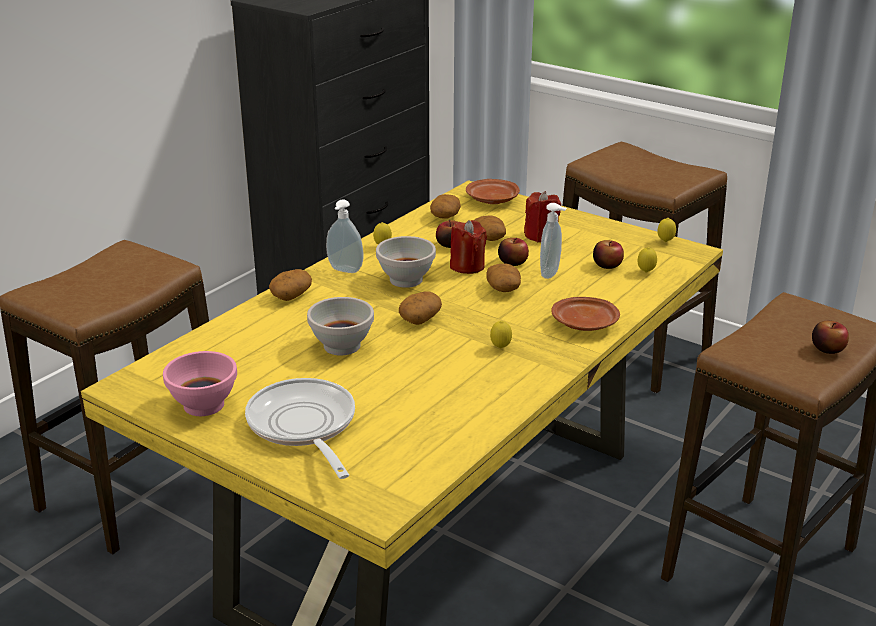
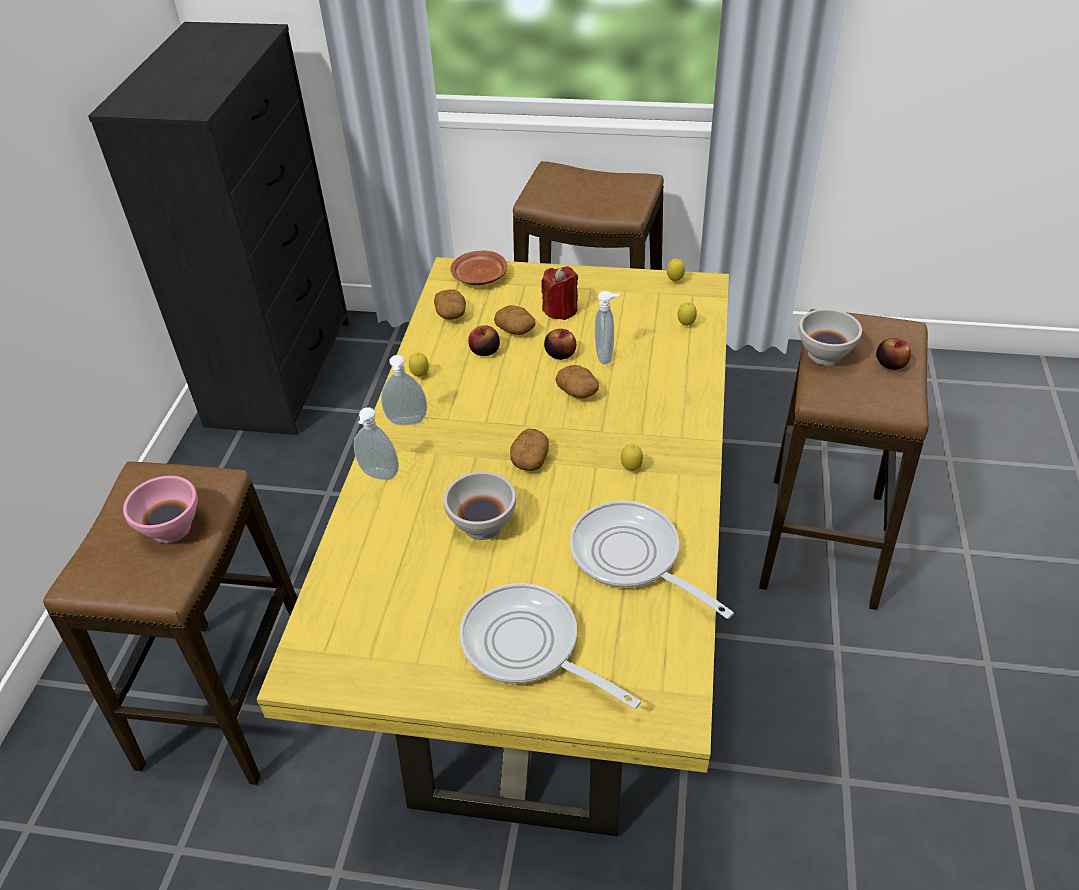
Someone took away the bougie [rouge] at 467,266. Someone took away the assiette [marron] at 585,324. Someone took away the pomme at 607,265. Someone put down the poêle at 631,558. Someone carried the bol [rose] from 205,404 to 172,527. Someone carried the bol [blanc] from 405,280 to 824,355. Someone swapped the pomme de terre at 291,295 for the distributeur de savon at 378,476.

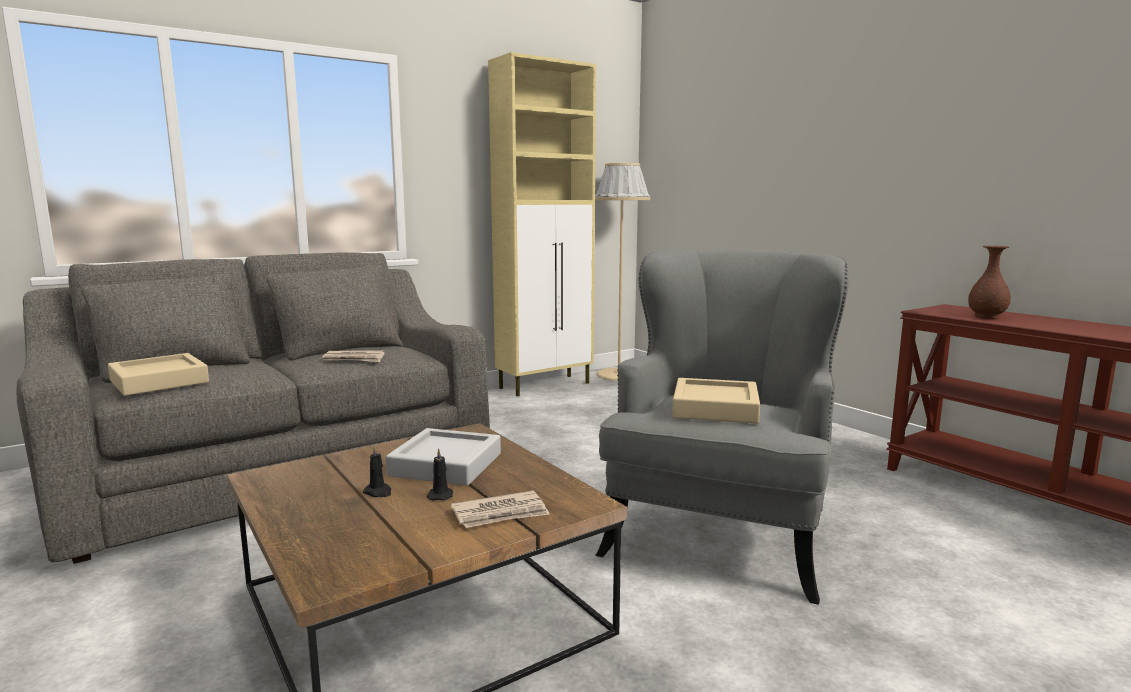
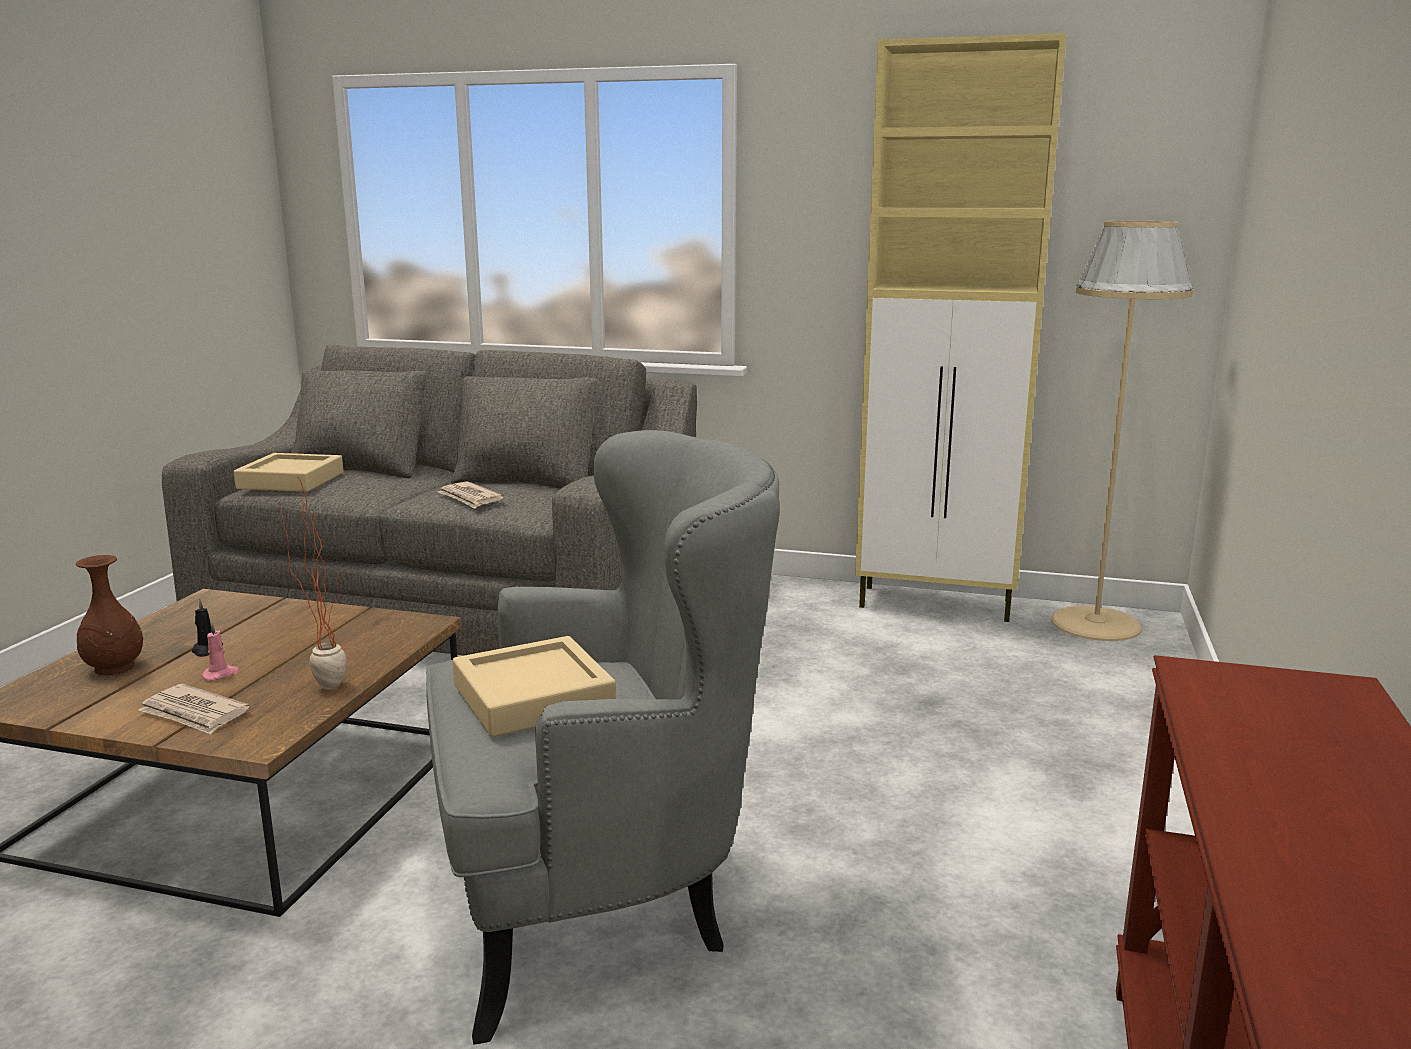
Someone took away the plateau [gris] at 446,465. Someone put down the plante en pot at 326,683. Someone carried the vase [marron] from 987,317 to 114,668. Someone repainted the bougie [noir] at 440,495, which became the bougie [rose] at 221,674.

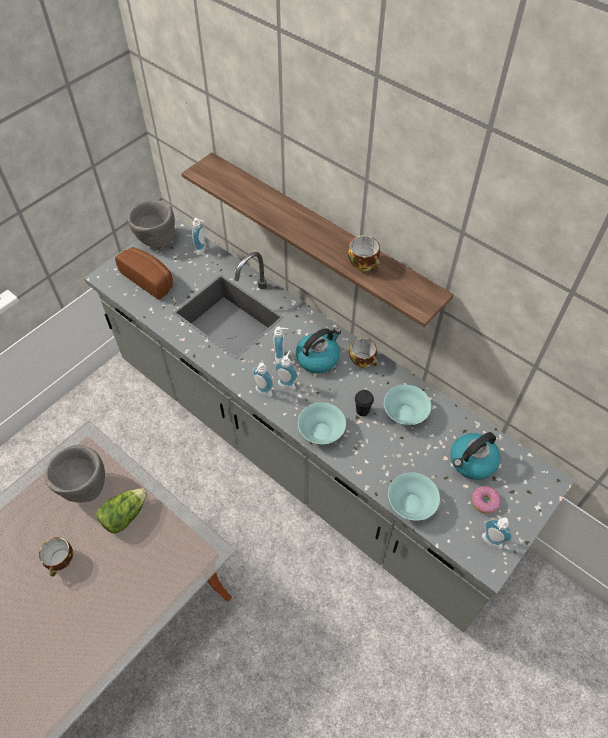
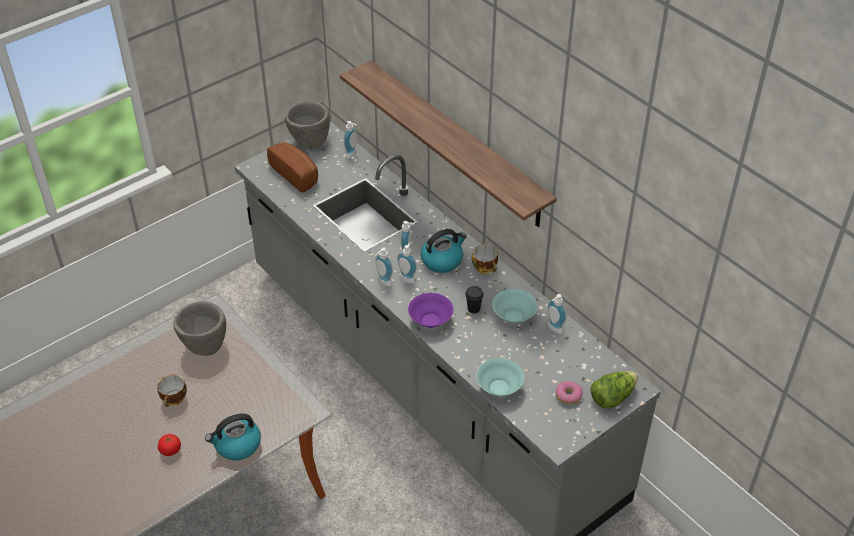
Someone took away the tasse at 364,264. Someone put down the tomate at 170,450. Someone carried the laitue from 124,515 to 612,396. Someone carried the bouilloire from 472,462 to 237,445. Someone carried the distributeur de savon from 490,543 to 553,329. Someone repainted the bol [turquoise] at 322,432, which became the bol [violet] at 431,320.

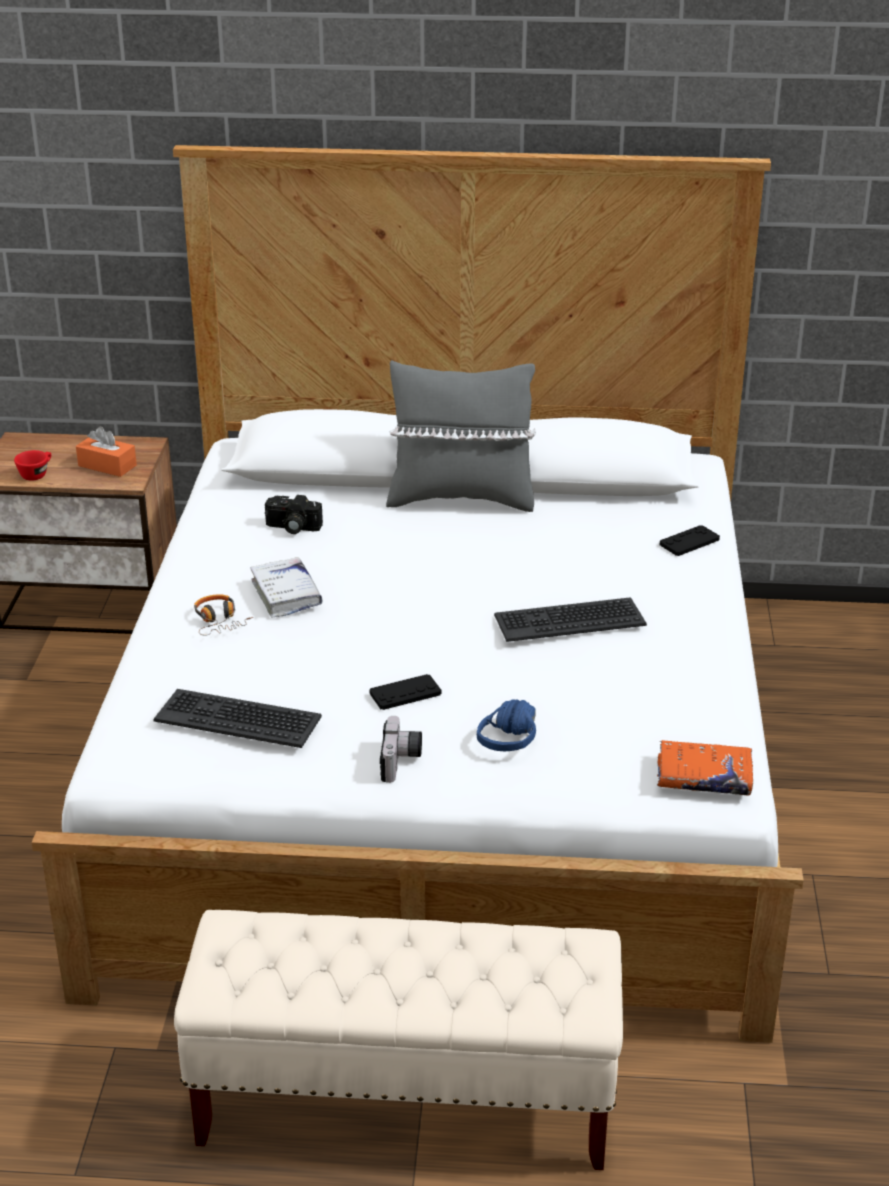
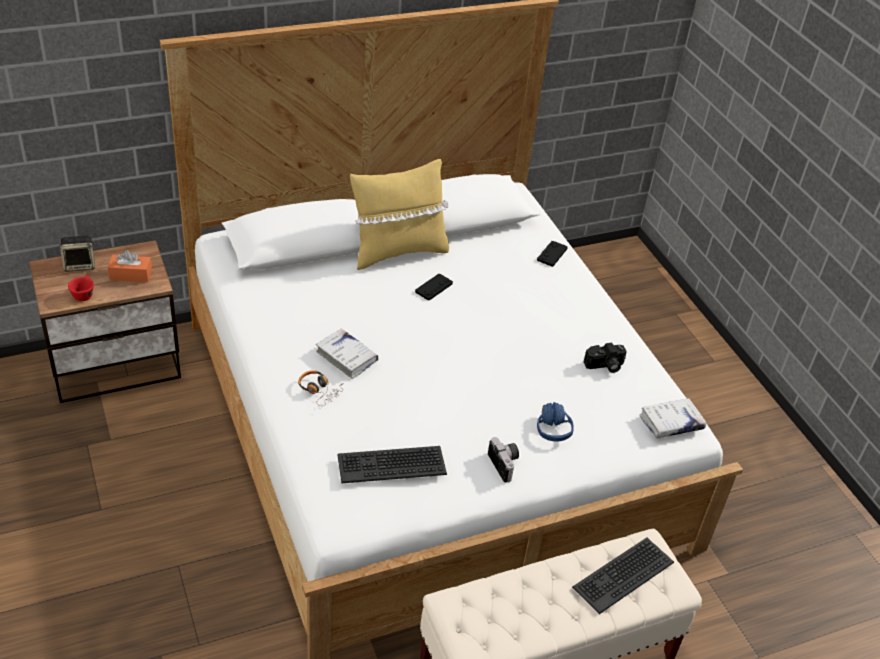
Someone put down the enceinte at 80,265. Someone carried the appareil photo from 292,528 to 604,366. Someone carried the manette [noir] from 405,693 to 433,287. Someone carried the clavier from 569,620 to 622,574. Someone repainted the coussin [gris] at 461,498, which became the coussin [jaune] at 398,252. Someone repainted the livre [orange] at 703,777, which became the livre [blanc] at 671,423.

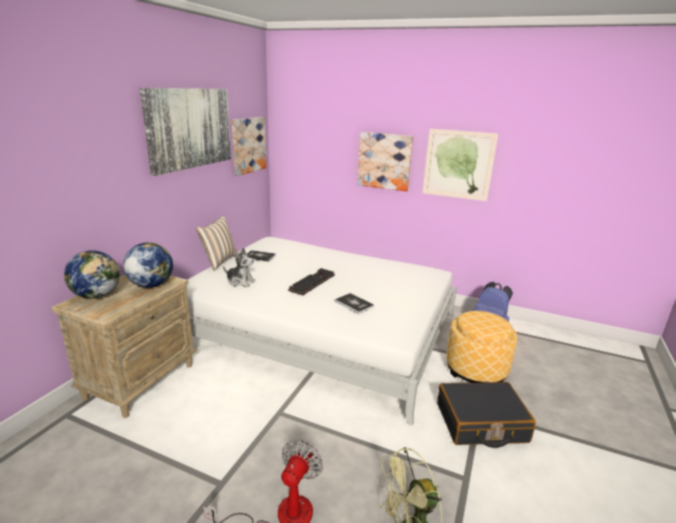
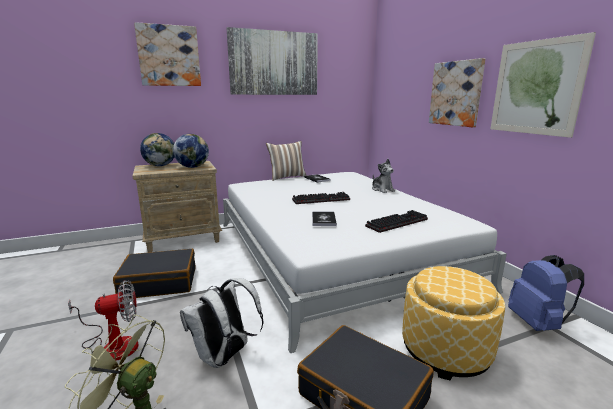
Someone put down the valise [noir] at 159,283. Someone put down the sac à dos [blanc] at 225,357. Someone put down the clavier at 397,222. Someone carried the peluche from 240,282 to 382,189. Someone carried the tableau from 248,145 to 169,56.

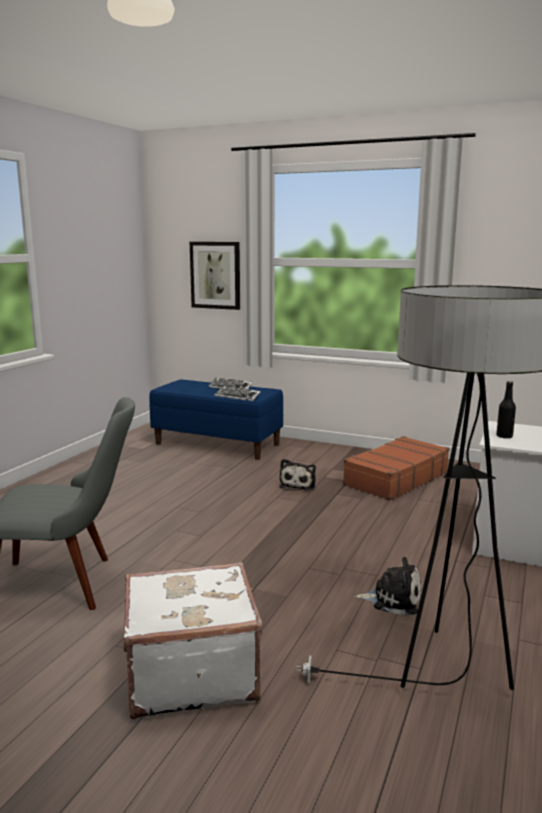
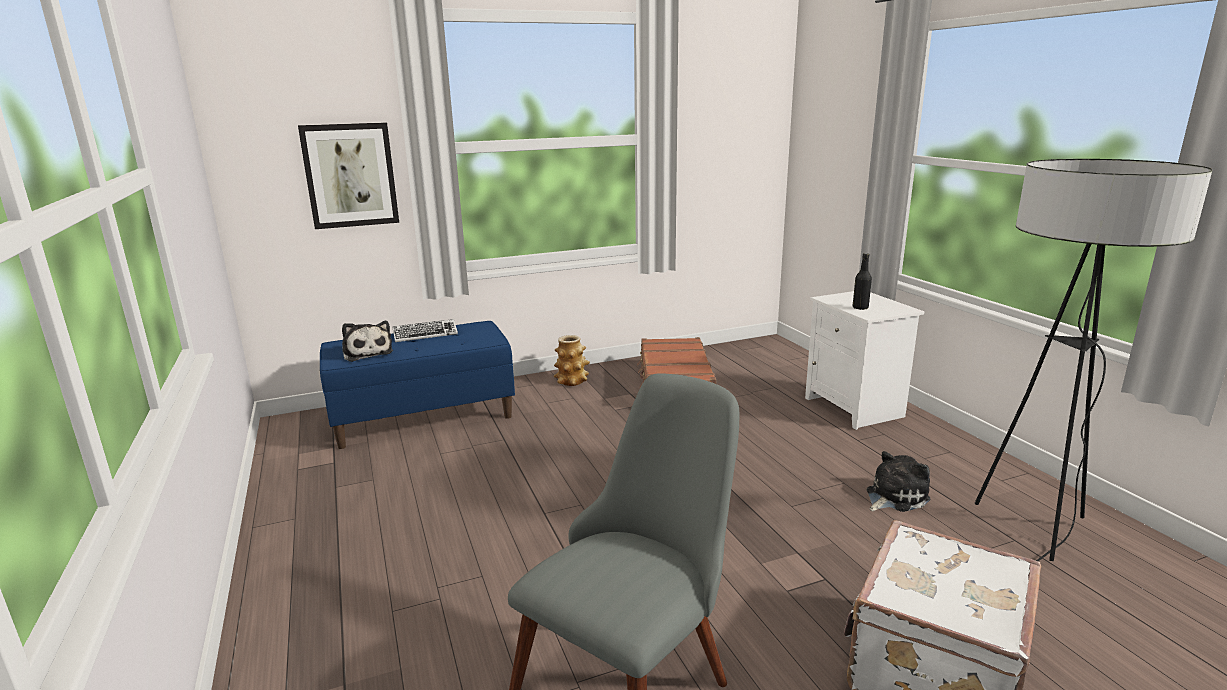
Someone took away the clavier at 237,396. Someone put down the vase at 572,381. Someone carried the peluche from 298,484 to 367,352.

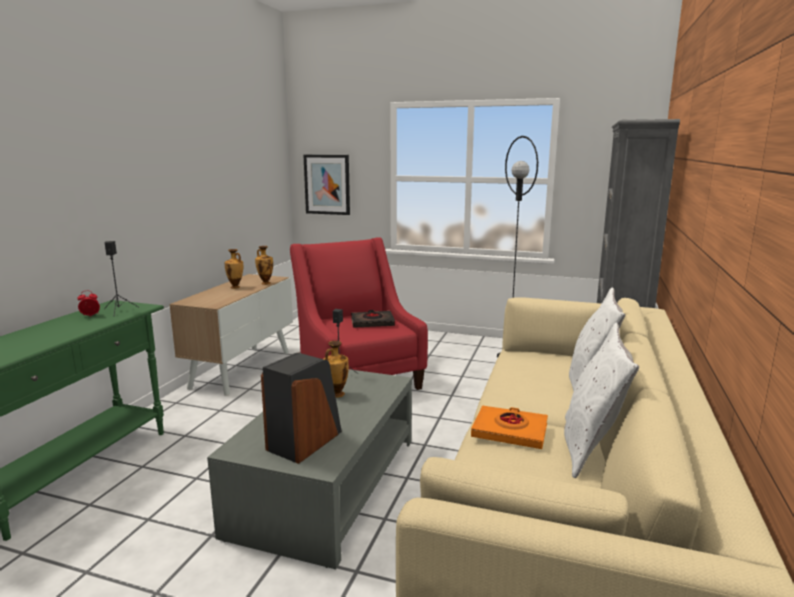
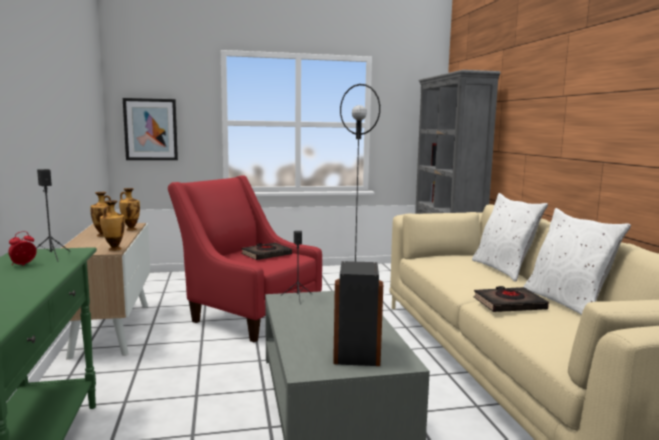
Someone carried the vase from 336,394 to 114,249. Someone repainted the livre [orange] at 510,432, which became the livre [noir] at 509,304.

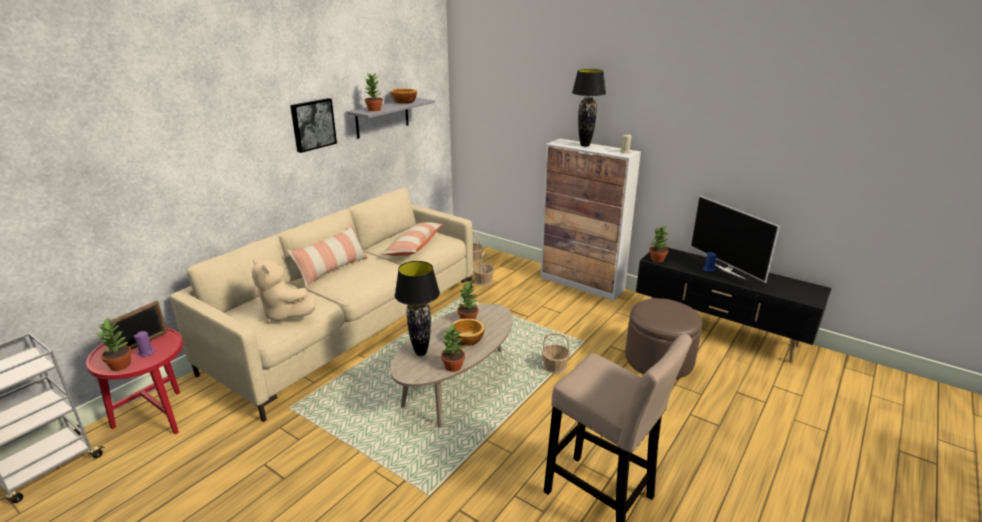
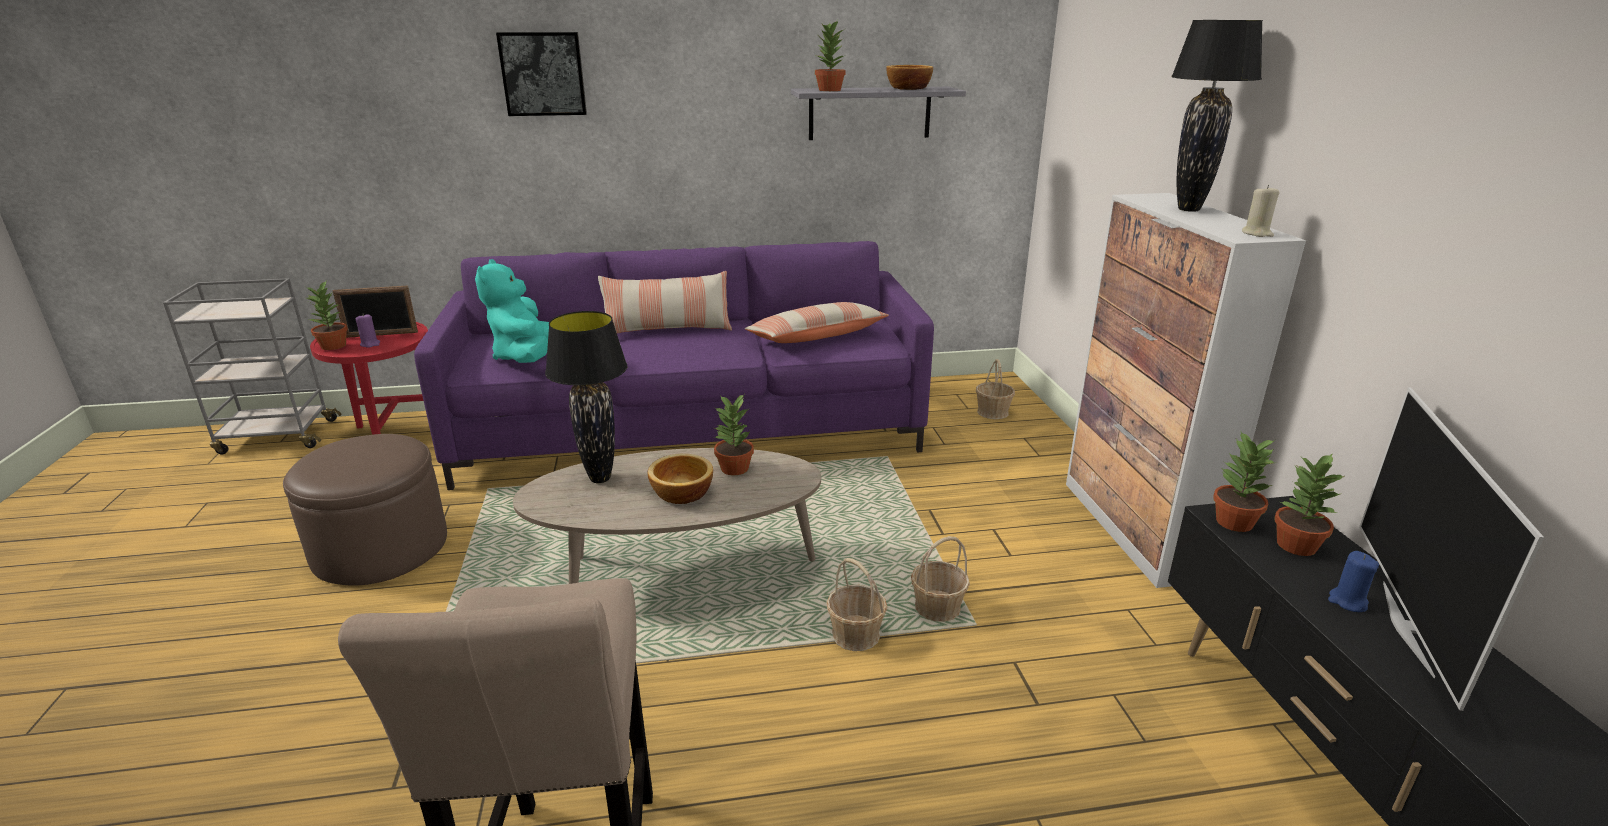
Someone carried the tableau from 312,124 to 543,74. Someone carried the plante en pot from 453,366 to 1295,545. Someone carried the panier from 483,281 to 937,608. Someone carried the pouf [marron] from 659,359 to 380,548. Someone repainted the canapé [beige] at 351,327, which became the canapé [violet] at 691,431. Someone repainted the peluche [beige] at 284,315, which became the peluche [turquoise] at 526,357.

